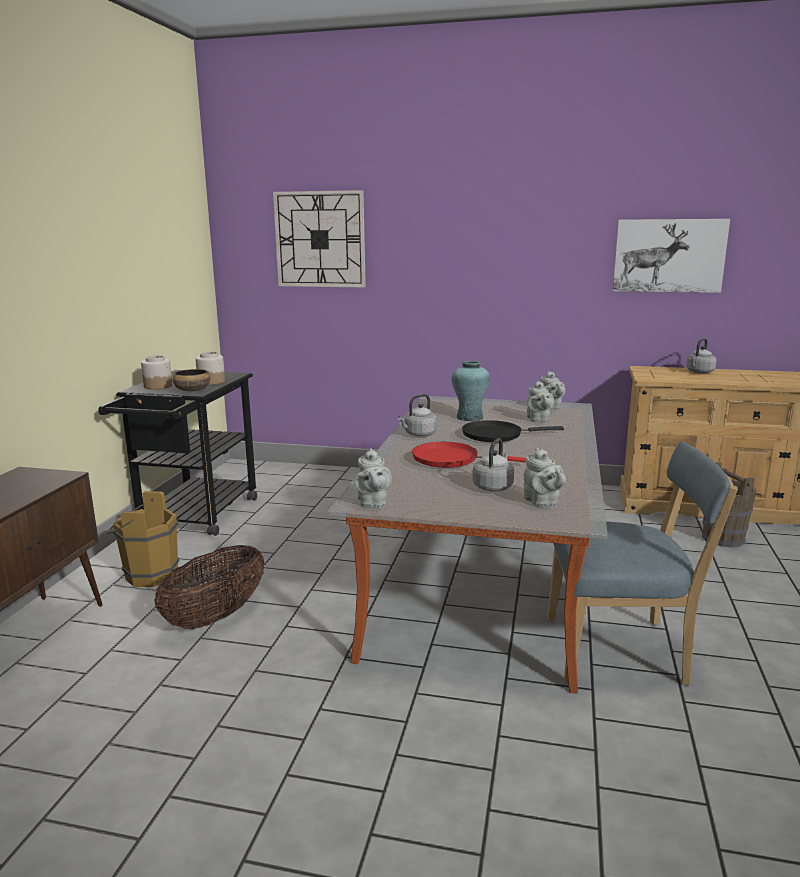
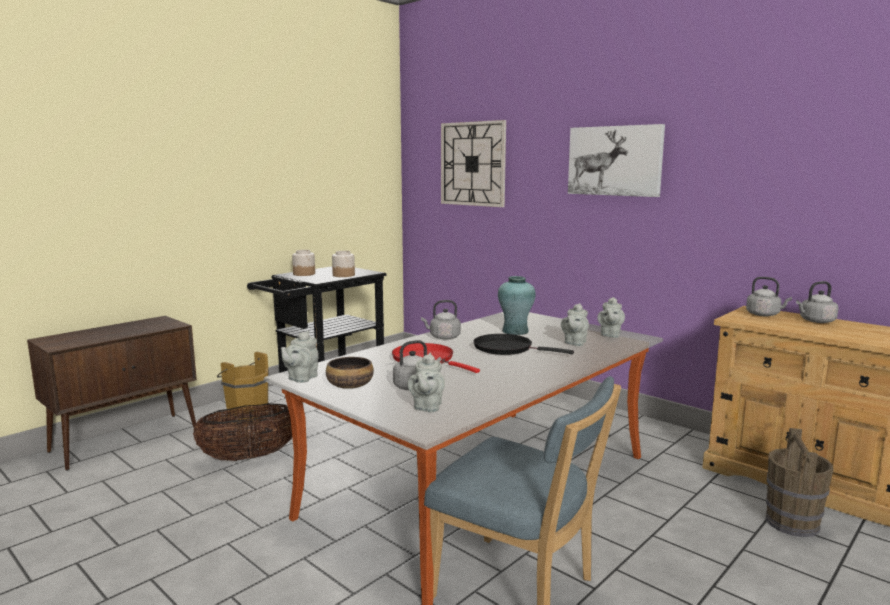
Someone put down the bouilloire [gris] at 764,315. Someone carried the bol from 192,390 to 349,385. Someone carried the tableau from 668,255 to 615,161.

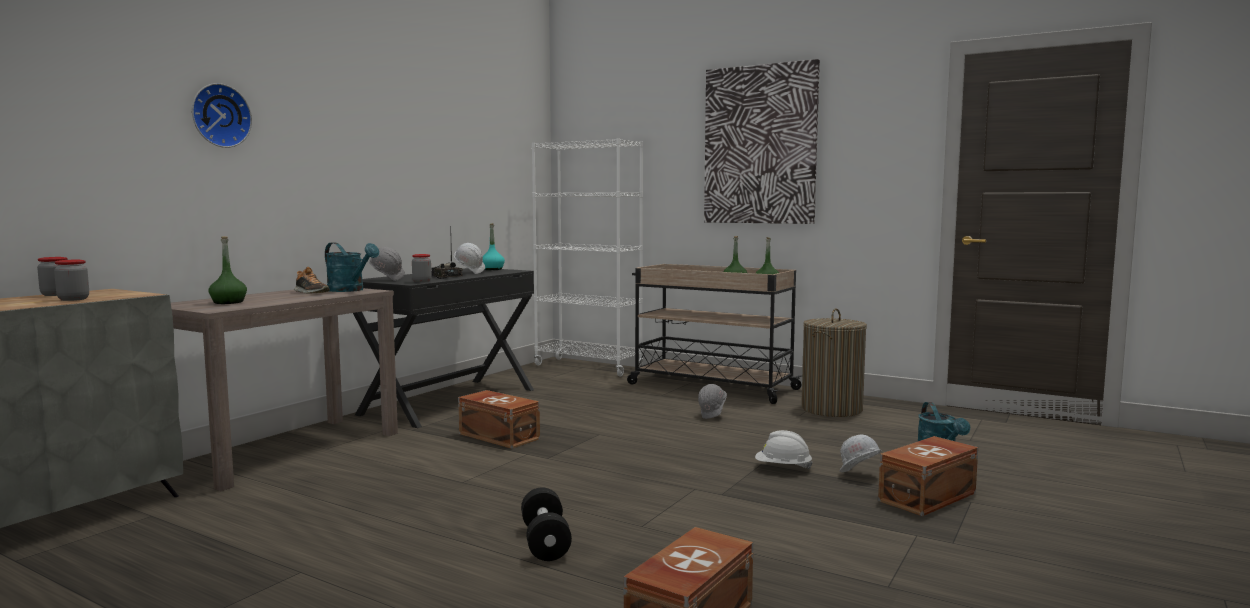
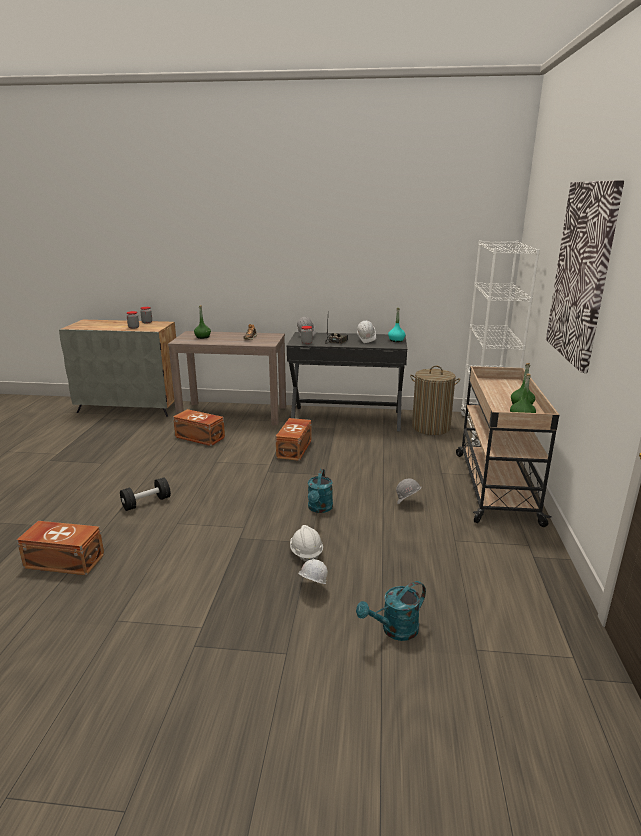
Someone took away the horloge murale at 219,116. Someone carried the arrosoir [turquoise] from 350,290 to 319,509. Someone carried the panier à linge from 831,409 to 430,427. Someone carried the boîte de rangement [marron] from 929,497 to 200,437.

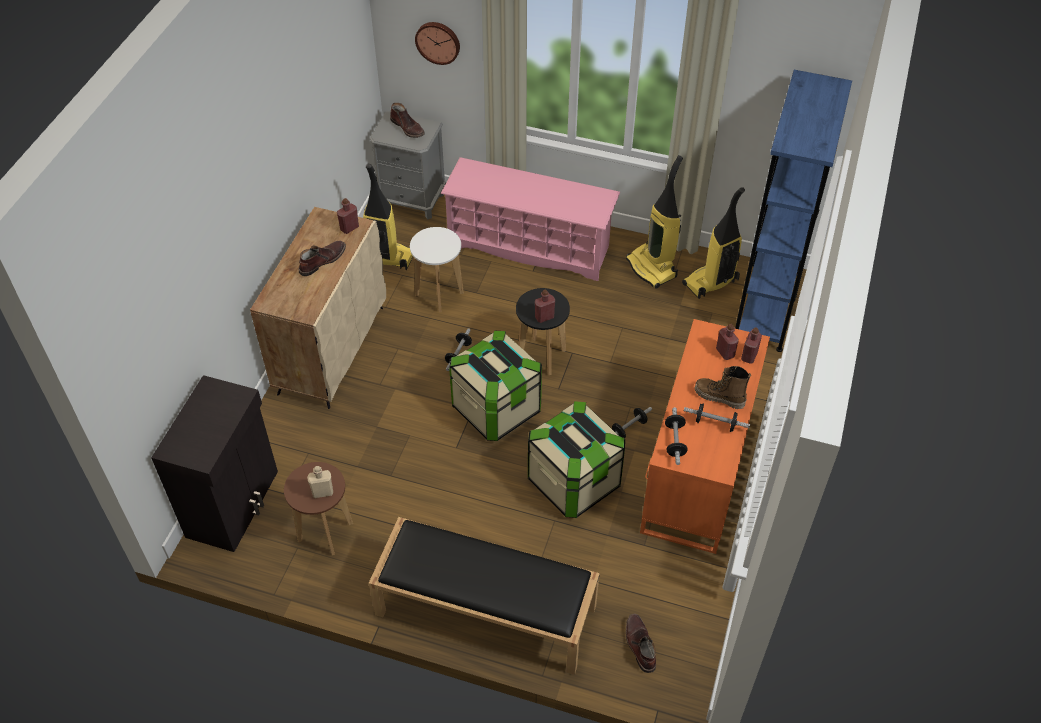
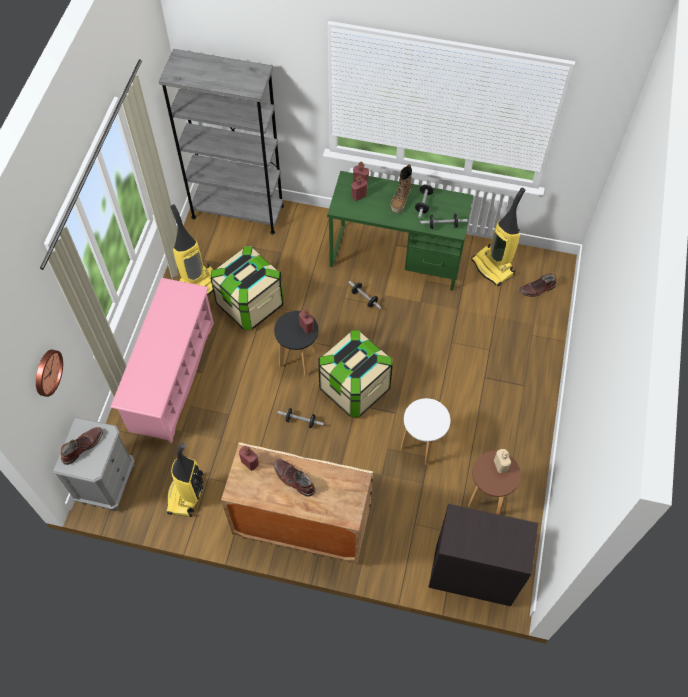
Someone took away the banc [noir] at 484,610. Someone carried the tabouret [blanc] from 439,294 to 421,446. Someone carried the boîte de rangement from 574,481 to 250,304. Someone carried the aspirateur from 710,283 to 493,267. Someone repainted the bureau [orange] at 696,470, which became the bureau [vert] at 396,257. Someone repainted the bibliothèque [bleu] at 766,305, which became the bibliothèque [gris] at 237,211.

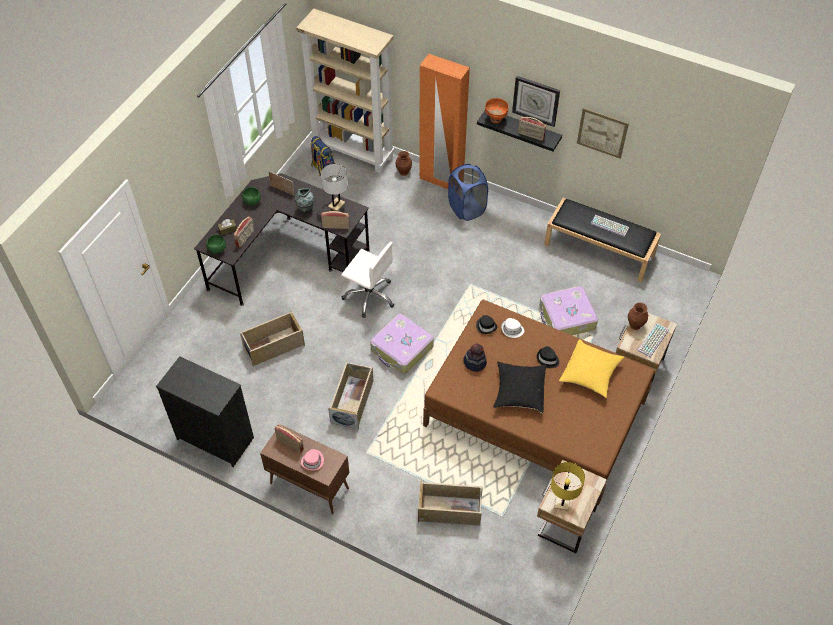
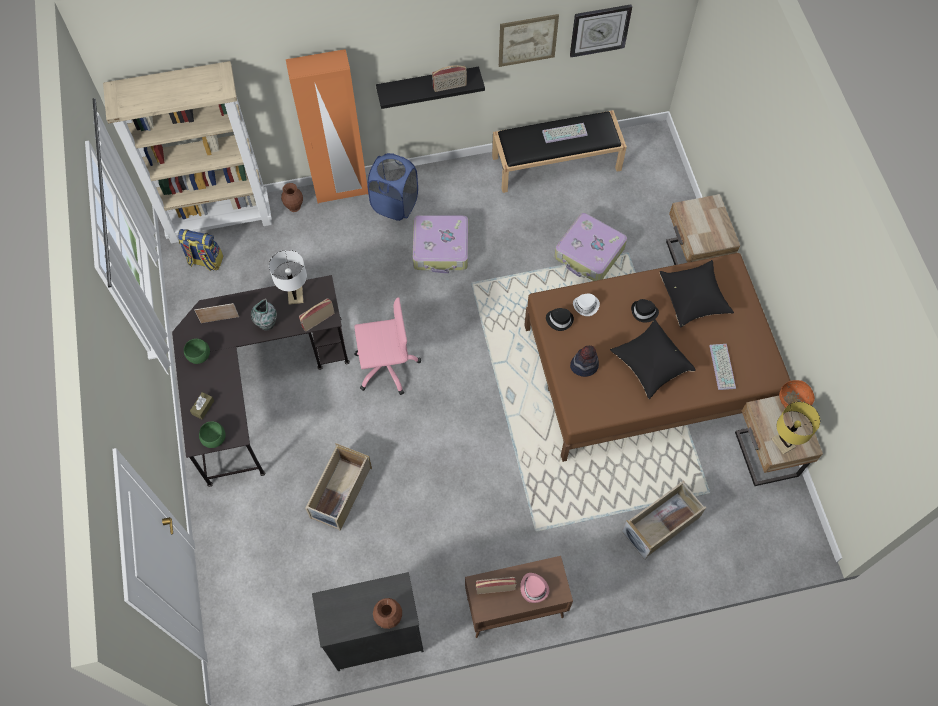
Someone took away the radio at 245,238. Someone took away the boîte de rangement [beige] at 352,401. Someone carried the valise from 402,349 to 441,249. Someone carried the bol [orange] from 495,119 to 790,404. Someone carried the horloge murale from 536,100 to 599,30. Someone carried the vase [marron] from 635,325 to 389,617. Someone carried the clavier from 653,341 to 723,367. Someone repainted the chaise de bureau [blanc] at 369,296, which became the chaise de bureau [rose] at 386,366. Someone repainted the coussin [jaune] at 590,375, which became the coussin [noir] at 693,299.

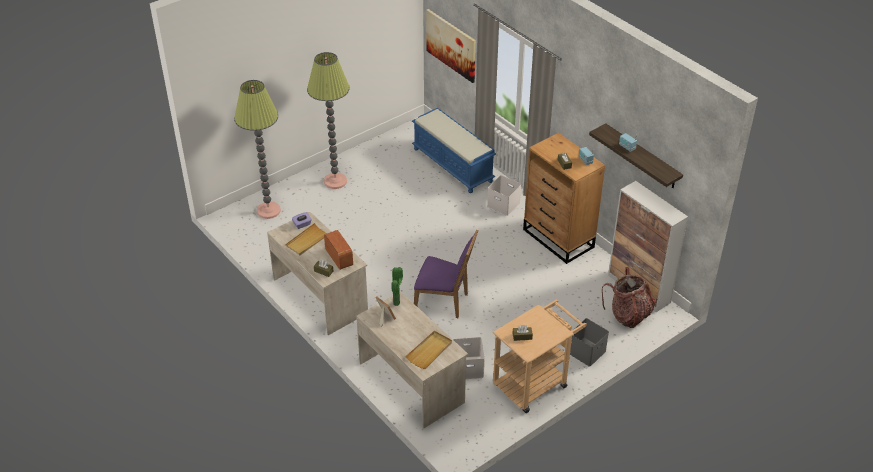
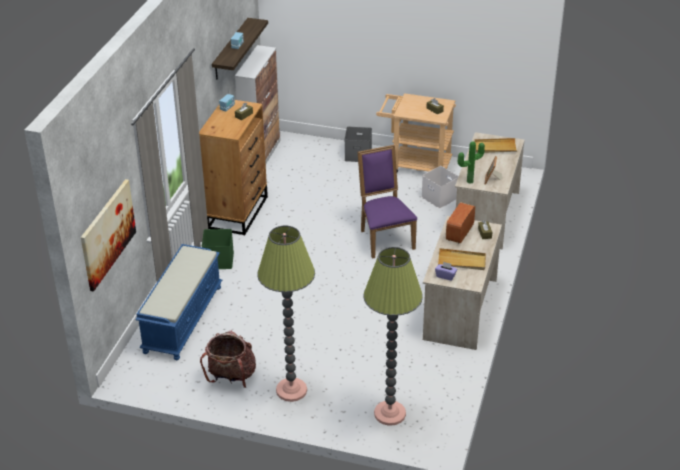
Someone carried the sac à dos from 628,315 to 231,377. Someone repainted the boîte de rangement [blanc] at 504,204, which became the boîte de rangement [vert] at 218,259.

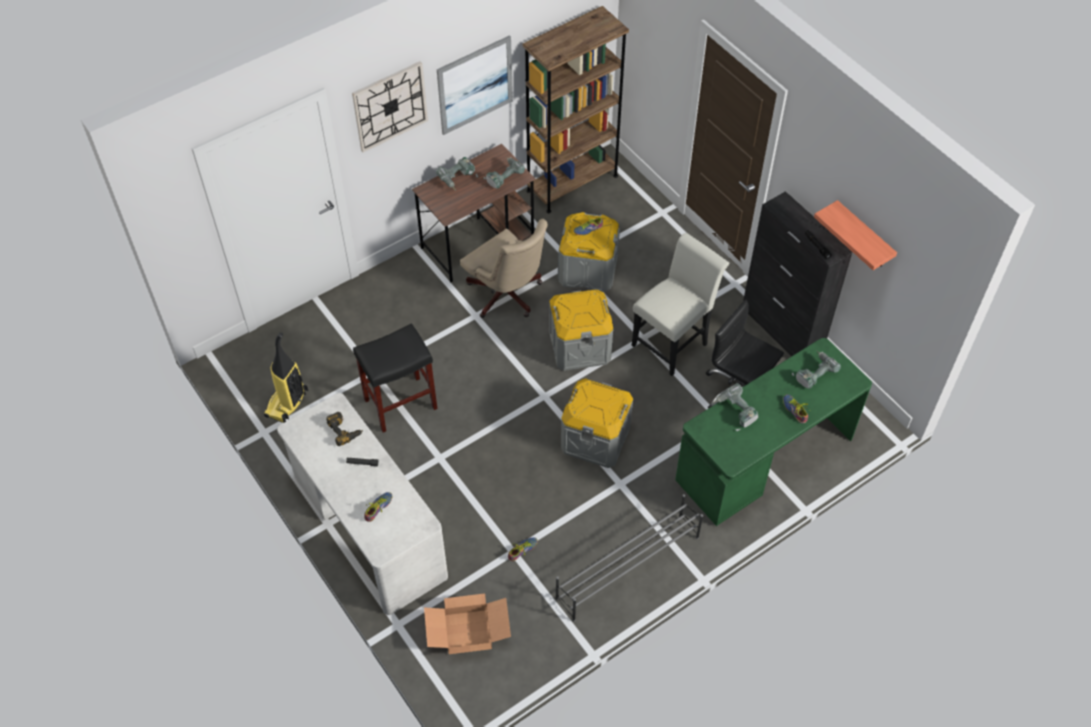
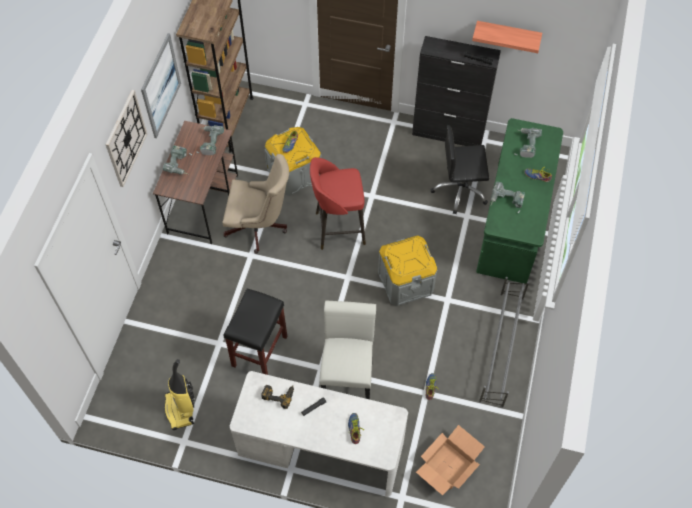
Someone carried the chaise [blanc] from 673,341 to 347,377. Someone swapped the boîte de rangement [gris] at 579,346 for the tabouret [rouge] at 338,228.

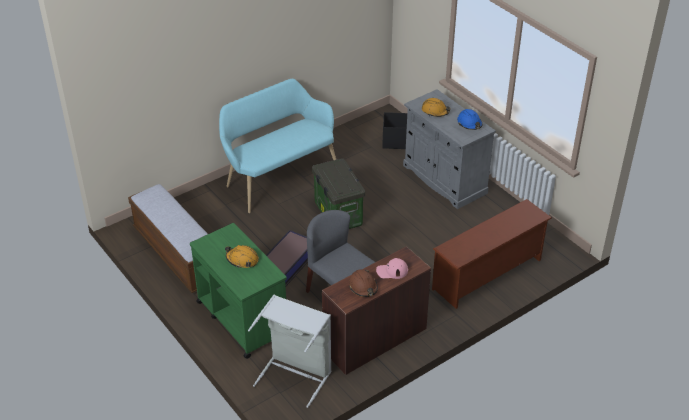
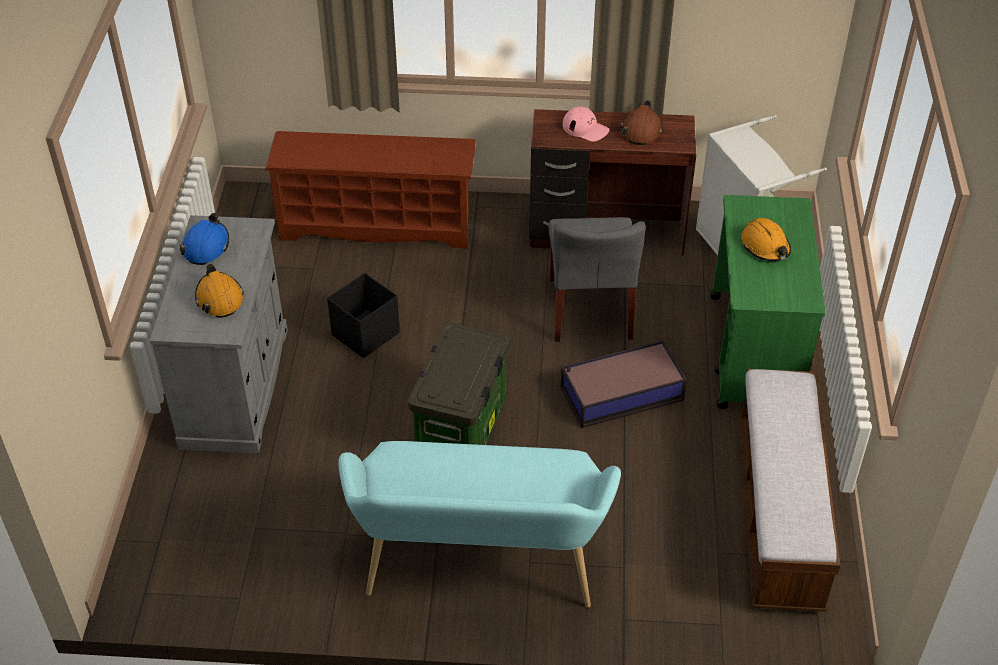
Someone carried the boîte de rangement [noir] from 394,141 to 364,334.

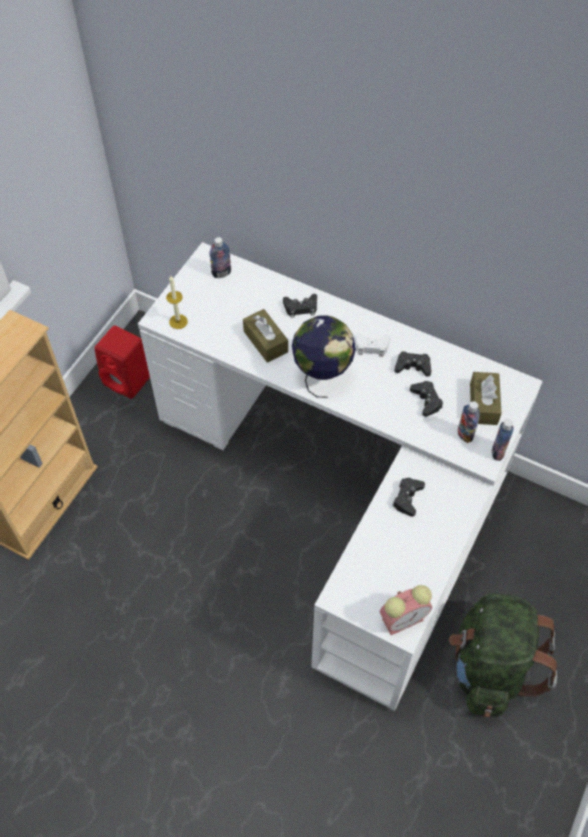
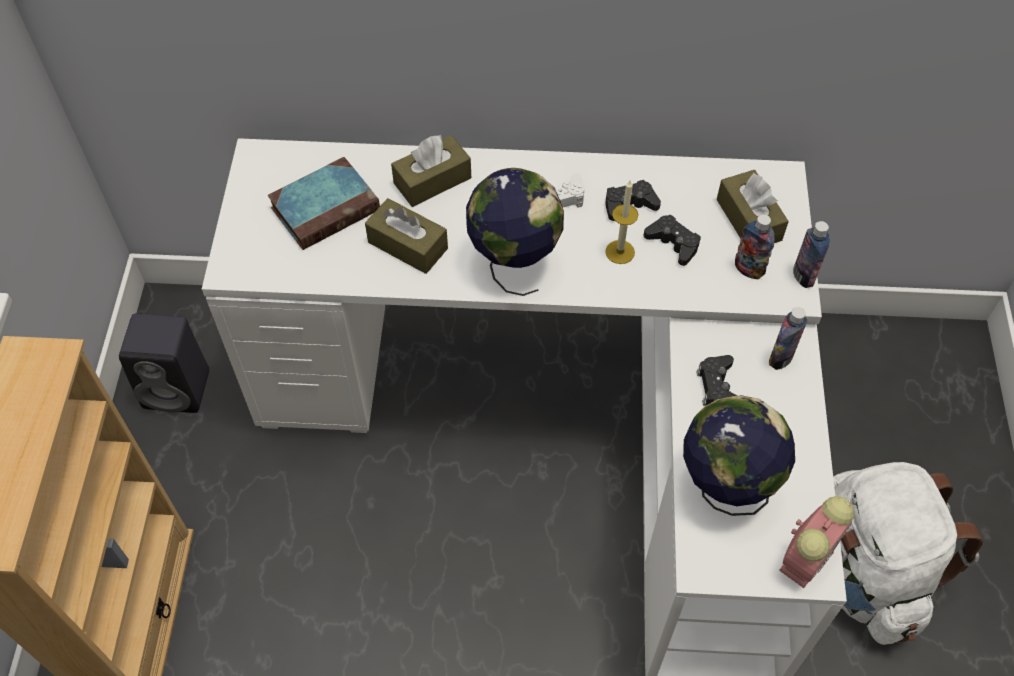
Someone put down the livre at 326,207. Someone put down the globe at 724,487. Someone carried the bougie from 178,321 to 620,252. Someone carried the bouteille from 221,273 to 781,358. Someone swapped the manette [noir] at 301,308 for the boîte à mouchoirs [marron] at 432,180. Someone repainted the enceinte [rouge] at 128,380, which became the enceinte [noir] at 179,388. Someone repainted the sac à dos [vert] at 489,666, which became the sac à dos [blanc] at 864,572.

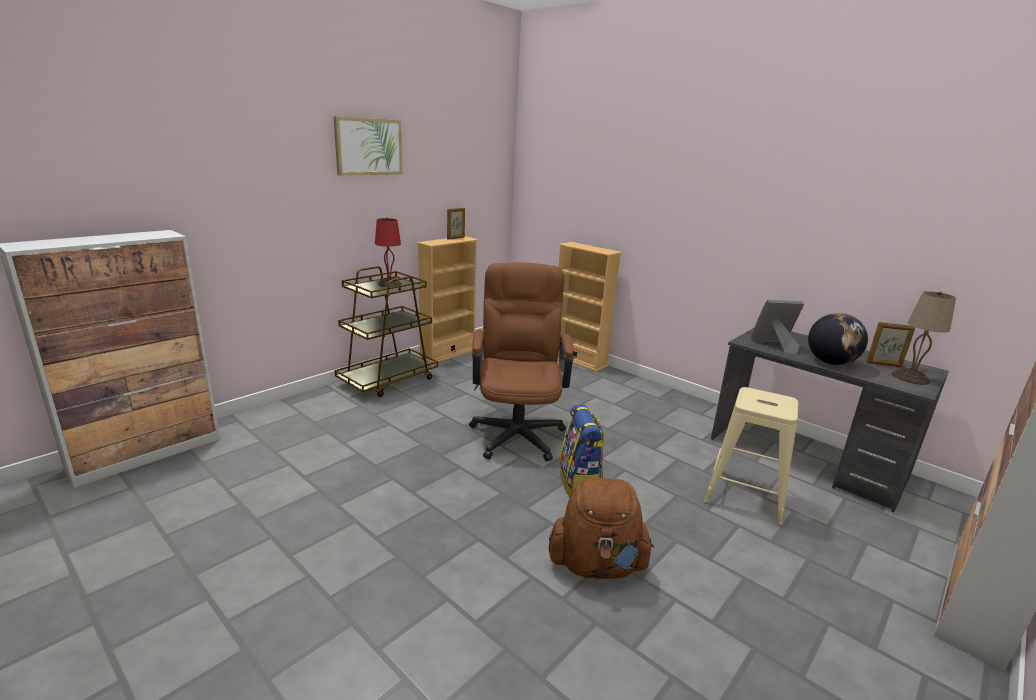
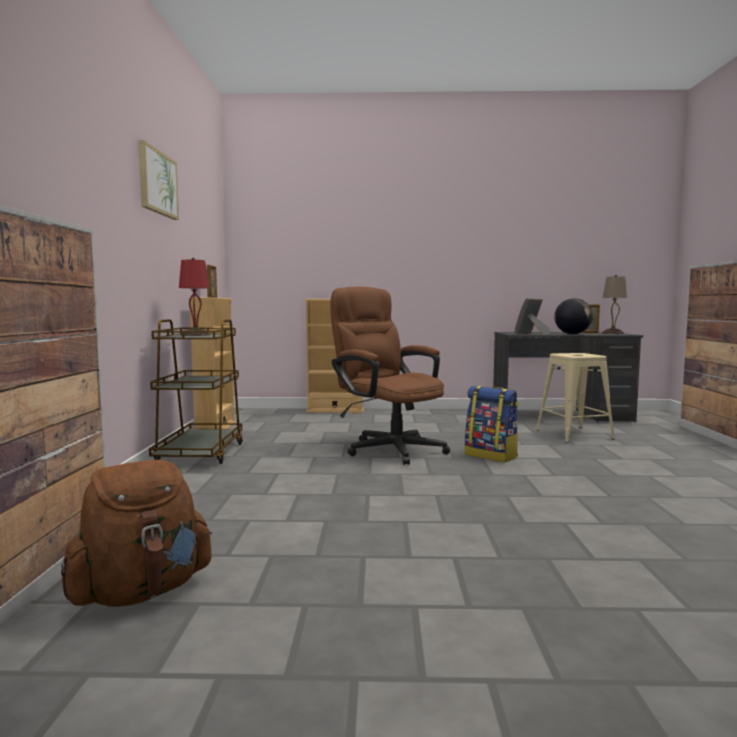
Someone carried the sac à dos [marron] from 597,565 to 142,592.

